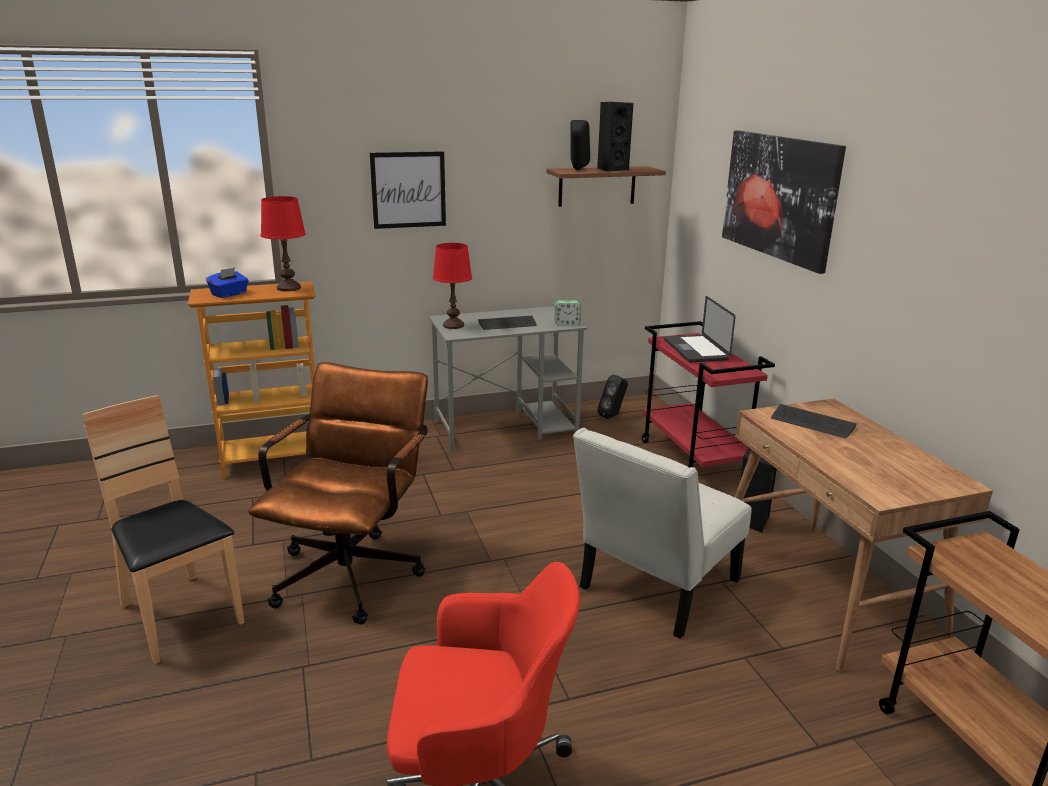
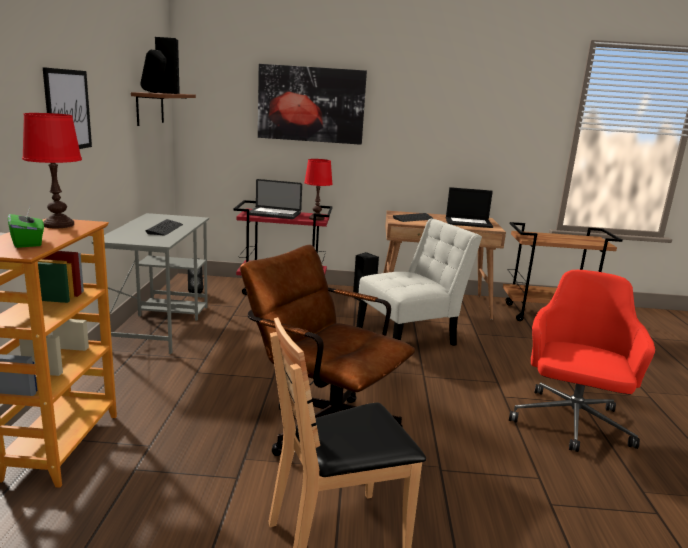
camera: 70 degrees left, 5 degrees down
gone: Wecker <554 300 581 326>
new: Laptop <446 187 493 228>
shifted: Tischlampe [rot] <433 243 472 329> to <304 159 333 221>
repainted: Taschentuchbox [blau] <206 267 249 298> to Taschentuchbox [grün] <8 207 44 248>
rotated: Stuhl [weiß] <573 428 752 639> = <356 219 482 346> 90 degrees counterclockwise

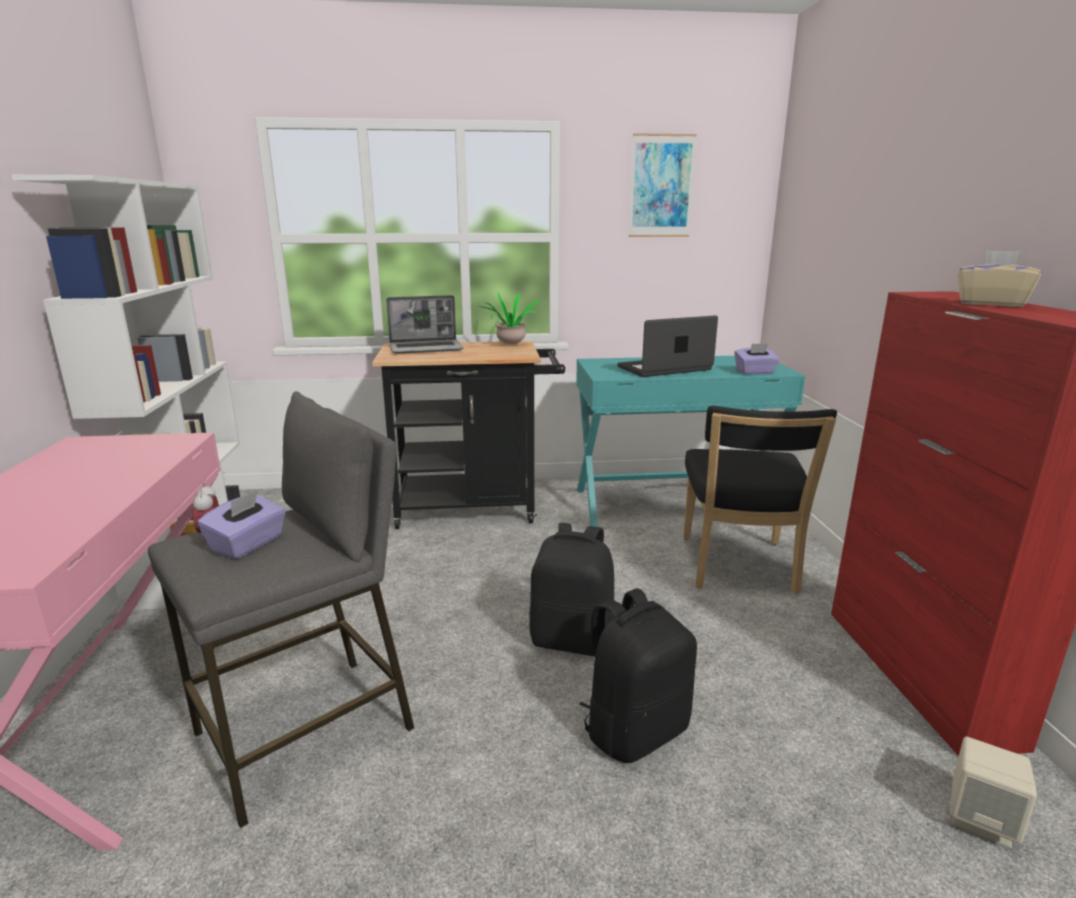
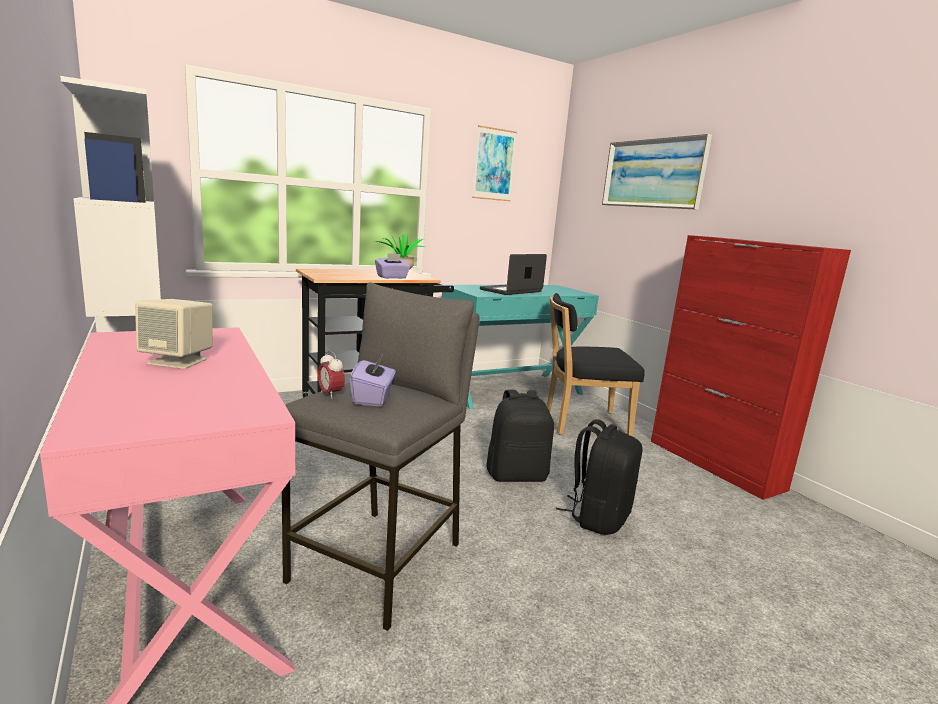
camera: 25 degrees left, 5 degrees down
gone: Taschentuchbox [beige] <958 250 1042 307>; Laptop <386 295 463 354>
new: Bild <602 134 712 210>
shifted: Taschentuchbox [lila] <735 344 780 375> to <375 253 410 278>; Lautsprecher [beige] <950 737 1037 848> to <135 299 213 369>
rotated: Stuhl [schwarz] <683 406 837 594> = <547 293 645 437> 105 degrees clockwise

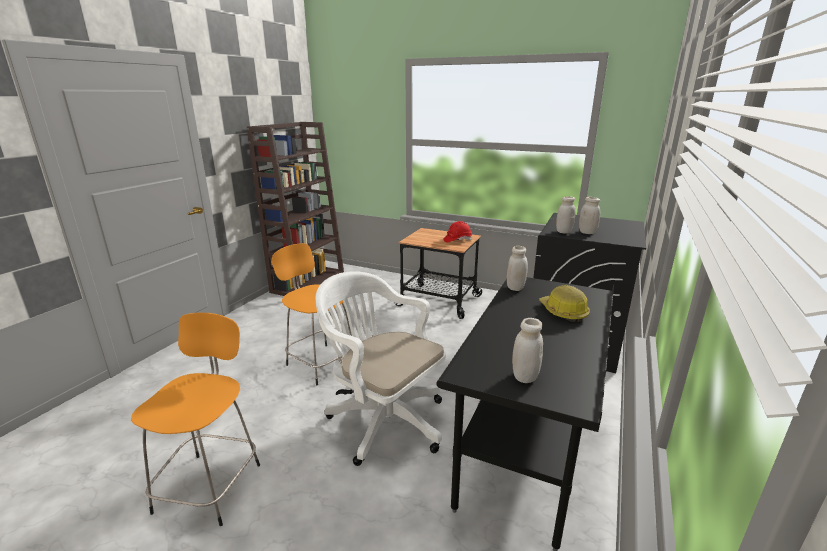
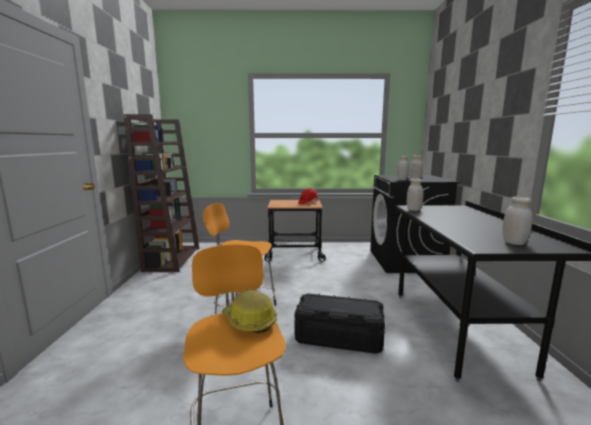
camera: 25 degrees left, 10 degrees down
shifted: Schutzhelm <539 285 590 322> to <222 290 277 333>
swapped: Bürostuhl [weiß] <316 271 446 466> to Aufbewahrungsbox [schwarz] <294 293 385 354>

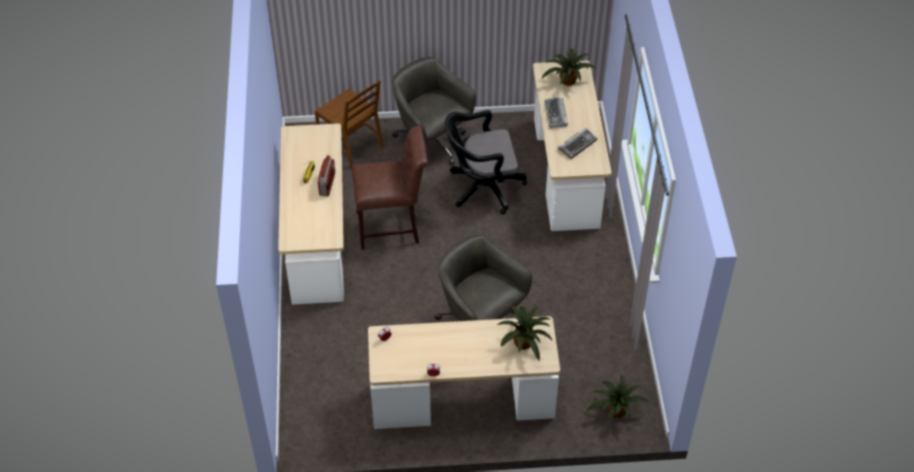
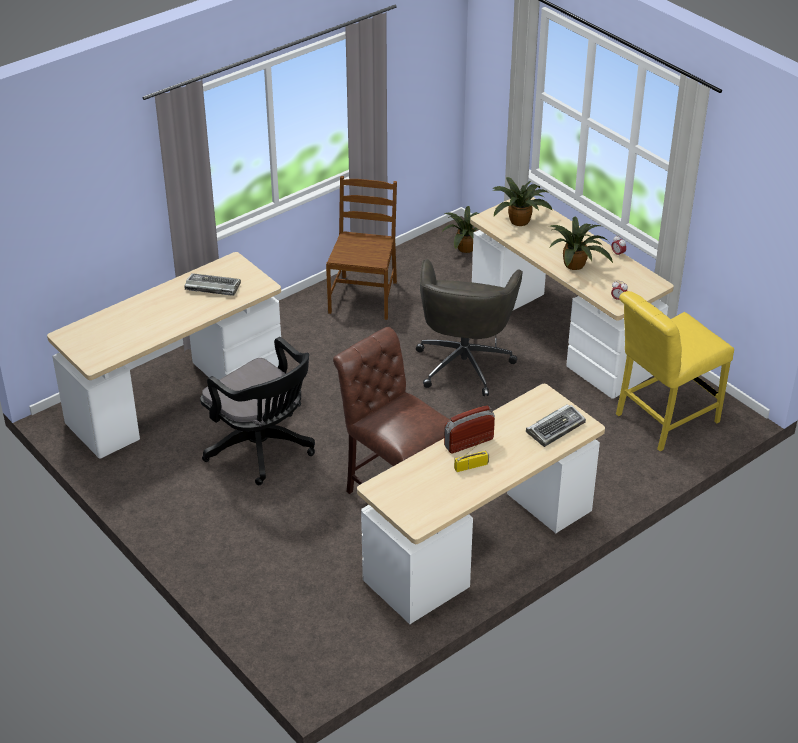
camera: 125 degrees left, 10 degrees down
gone: Bürostuhl [grau] <392 57 476 165>
new: Stuhl [gelb] <616 291 734 451>
shifted: Topfpflanze <542 48 596 86> to <549 217 613 270>; Stuhl [braun] <315 79 384 168> to <326 176 397 320>; Tastatur <545 97 568 128> to <526 404 586 447>

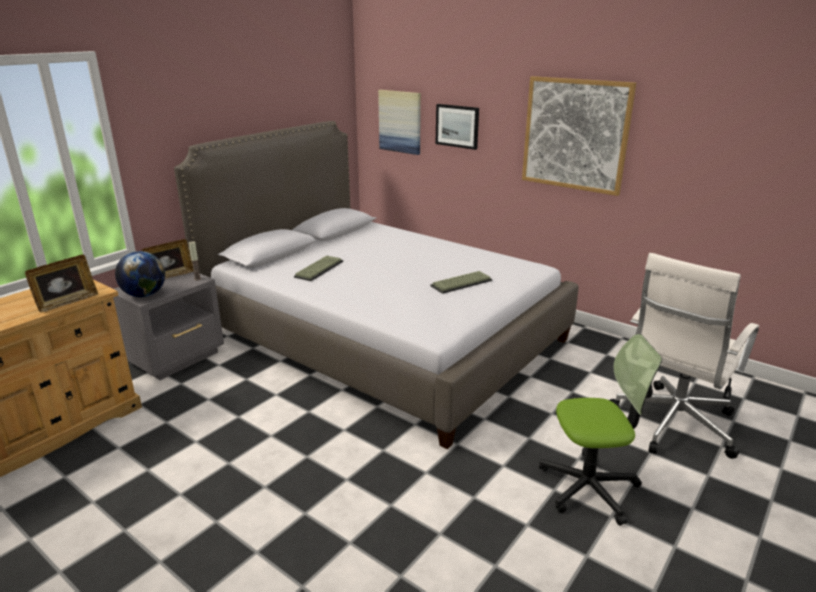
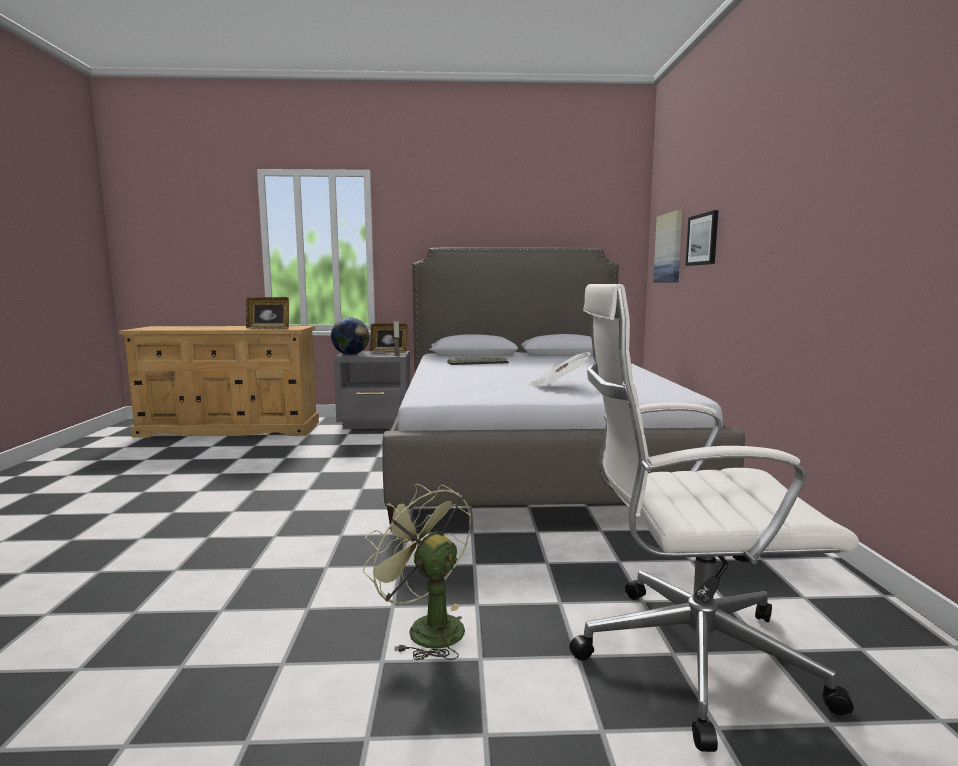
camera: 50 degrees right, 15 degrees down
gone: Bild <522 76 636 196>
swapped: Tastatur <430 271 492 294> to Zeitung <529 352 591 387>; Bürostuhl <539 334 662 526> to Ventilator [grün] <363 484 471 660>

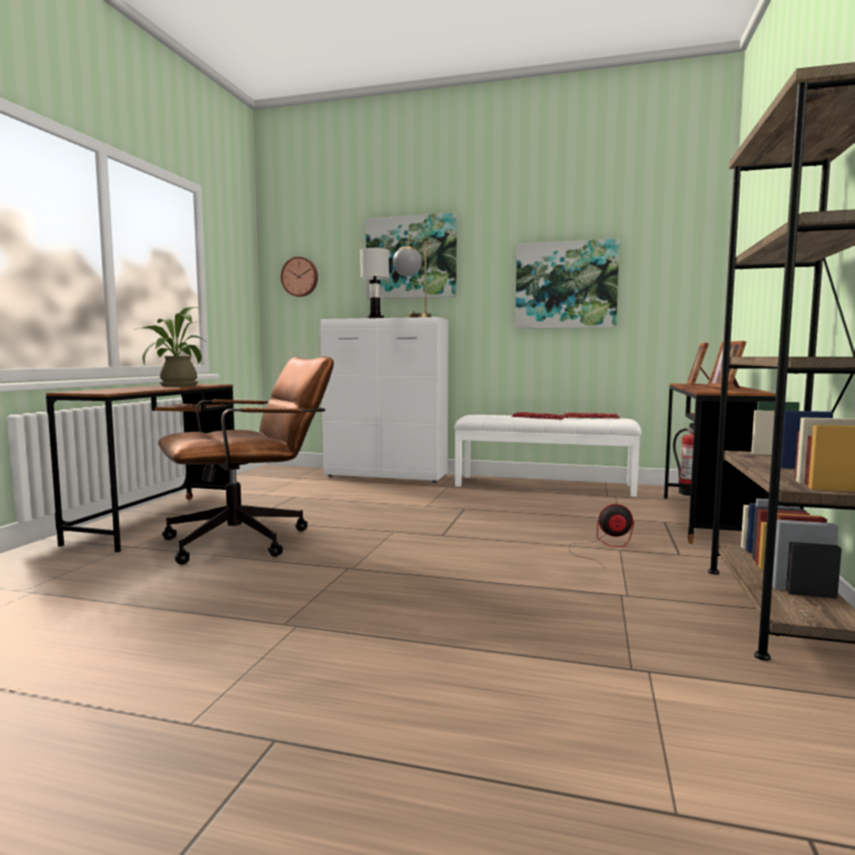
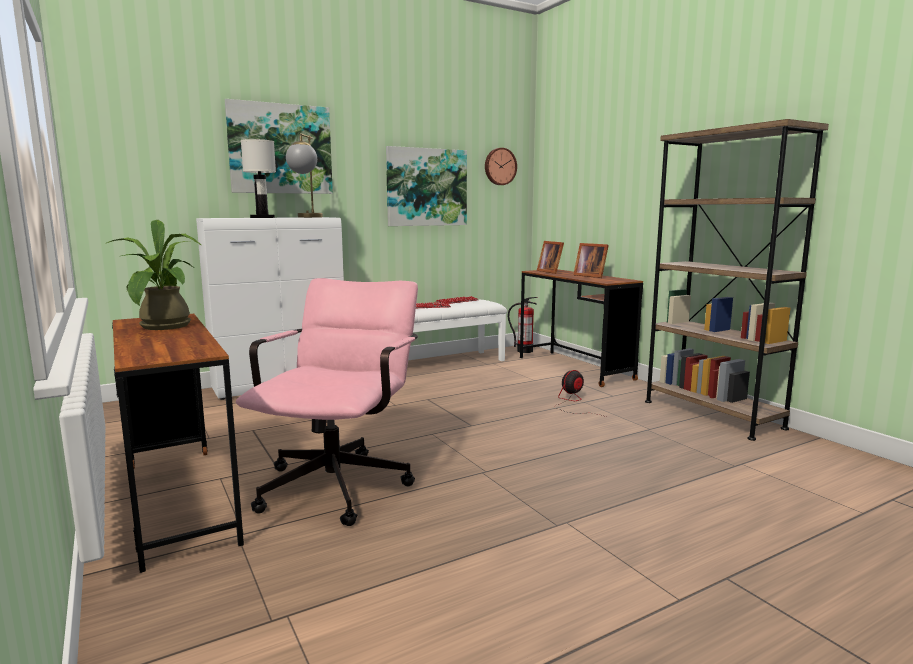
camera: 45 degrees left, 5 degrees up
shifted: Wanduhr <281 257 318 297> to <485 148 517 185>
repainted: Bürostuhl [braun] <158 357 334 565> to Bürostuhl [rosa] <236 278 418 526>

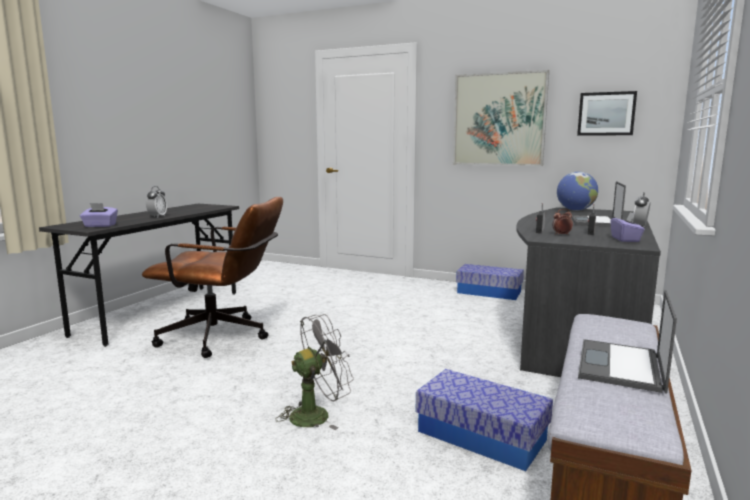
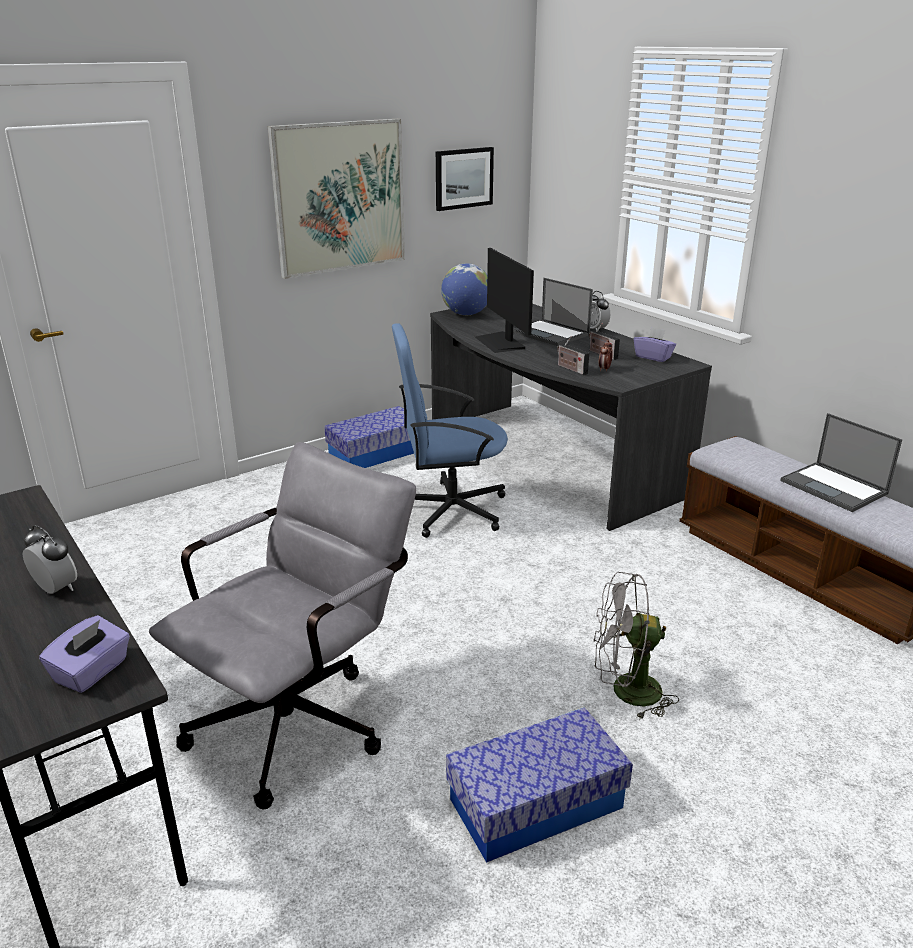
camera: 60 degrees left, 15 degrees up
new: Monitor <475 248 534 353>; Bürostuhl [blau] <392 323 508 538>
shifted: Aufbewahrungsbox <415 369 553 471> to <446 707 633 863>
repainted: Bürostuhl [braun] <142 197 283 358> to Bürostuhl [grau] <149 442 416 810>
rotated: Ventilator [grau] <276 314 354 430> = <593 572 679 720> 90 degrees counterclockwise

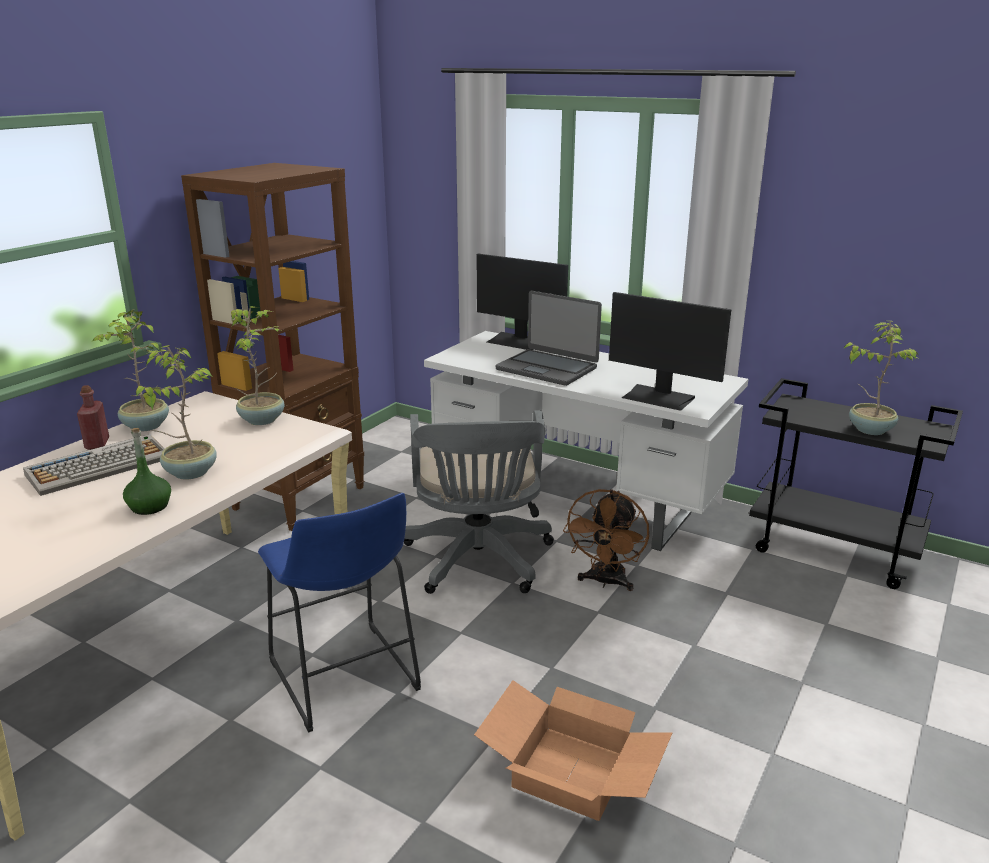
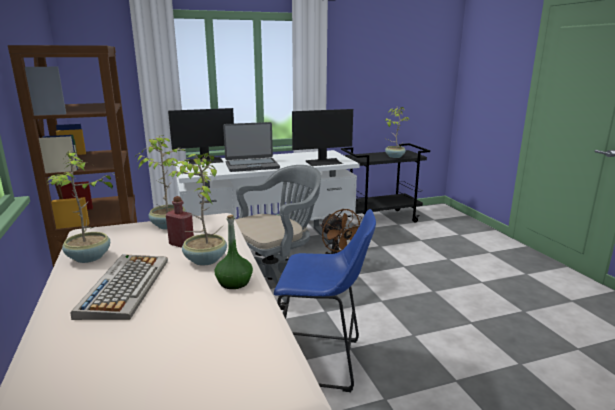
camera: 50 degrees left, 5 degrees down
gone: Karton <474 680 672 821>
shifted: Flasche [rot] <77 385 109 450> to <166 196 194 248>
rotated: Bürostuhl [grau] <404 410 554 594> = <235 165 321 310> 75 degrees counterclockwise

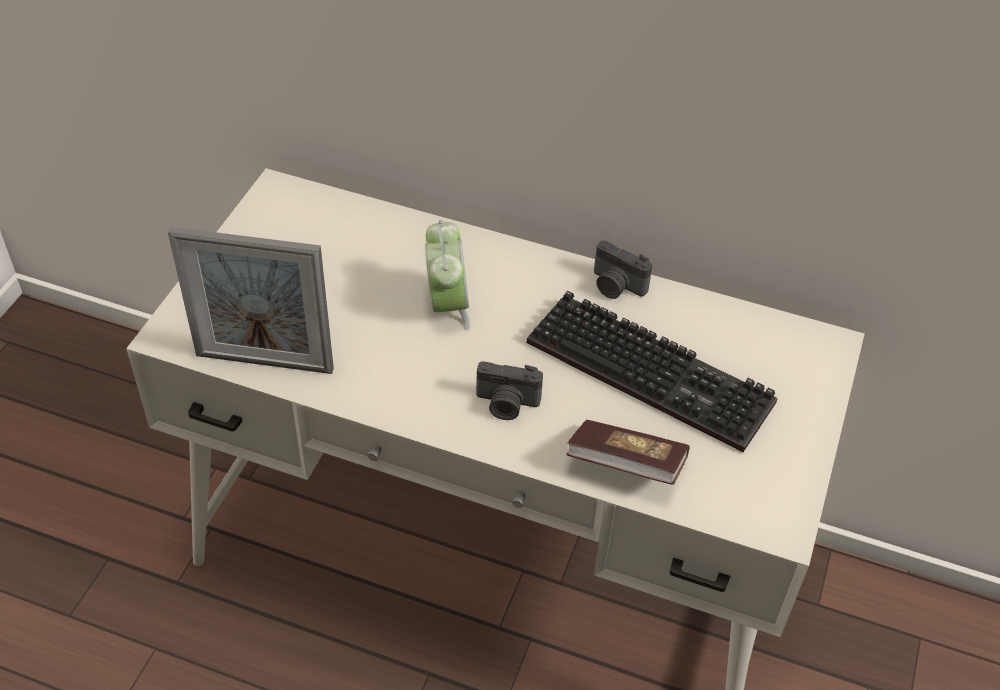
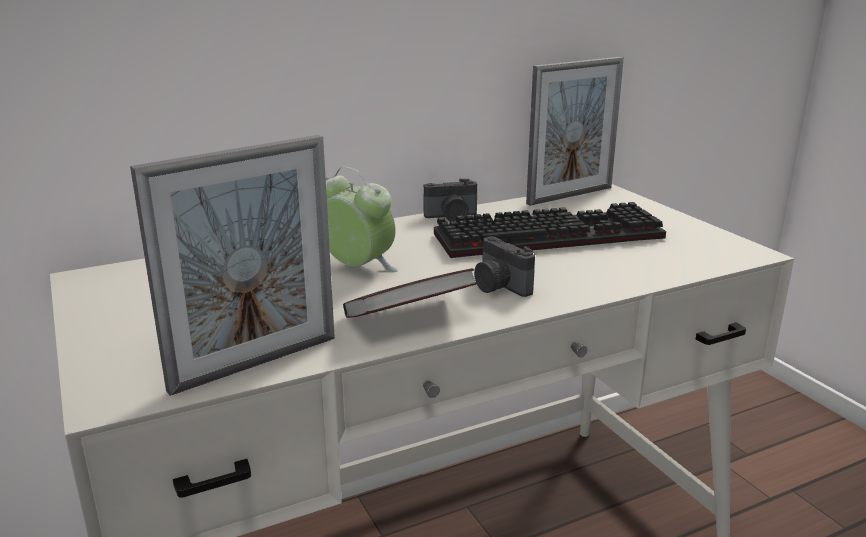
camera: 45 degrees left, 25 degrees down
new: Bilderrahmen <526 57 624 206>
shifted: Buch <567 420 690 485> to <343 268 478 318>
rotated: Kamera <476 361 543 420> = <474 236 535 297> 90 degrees clockwise

